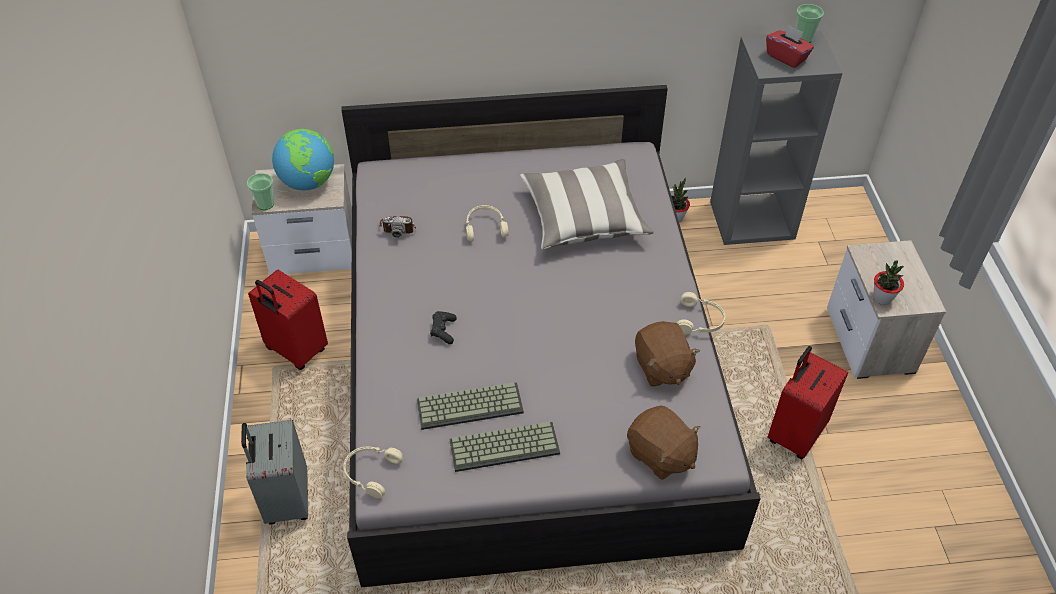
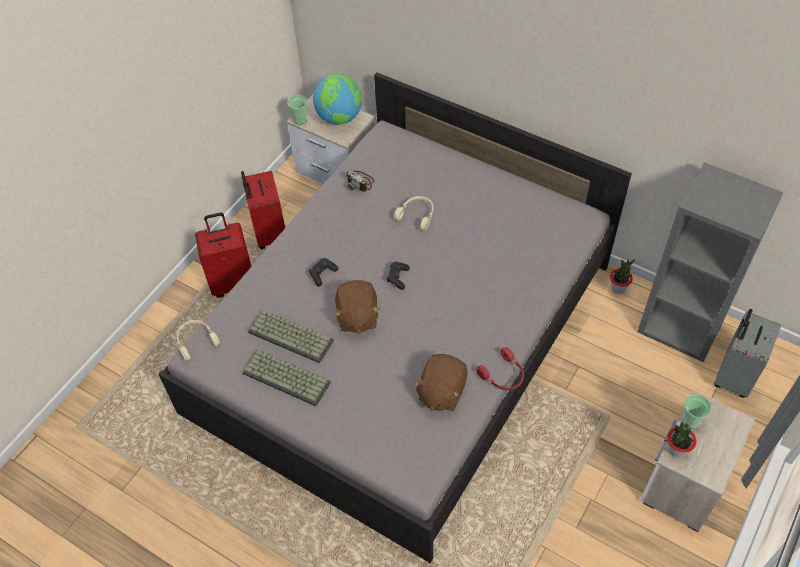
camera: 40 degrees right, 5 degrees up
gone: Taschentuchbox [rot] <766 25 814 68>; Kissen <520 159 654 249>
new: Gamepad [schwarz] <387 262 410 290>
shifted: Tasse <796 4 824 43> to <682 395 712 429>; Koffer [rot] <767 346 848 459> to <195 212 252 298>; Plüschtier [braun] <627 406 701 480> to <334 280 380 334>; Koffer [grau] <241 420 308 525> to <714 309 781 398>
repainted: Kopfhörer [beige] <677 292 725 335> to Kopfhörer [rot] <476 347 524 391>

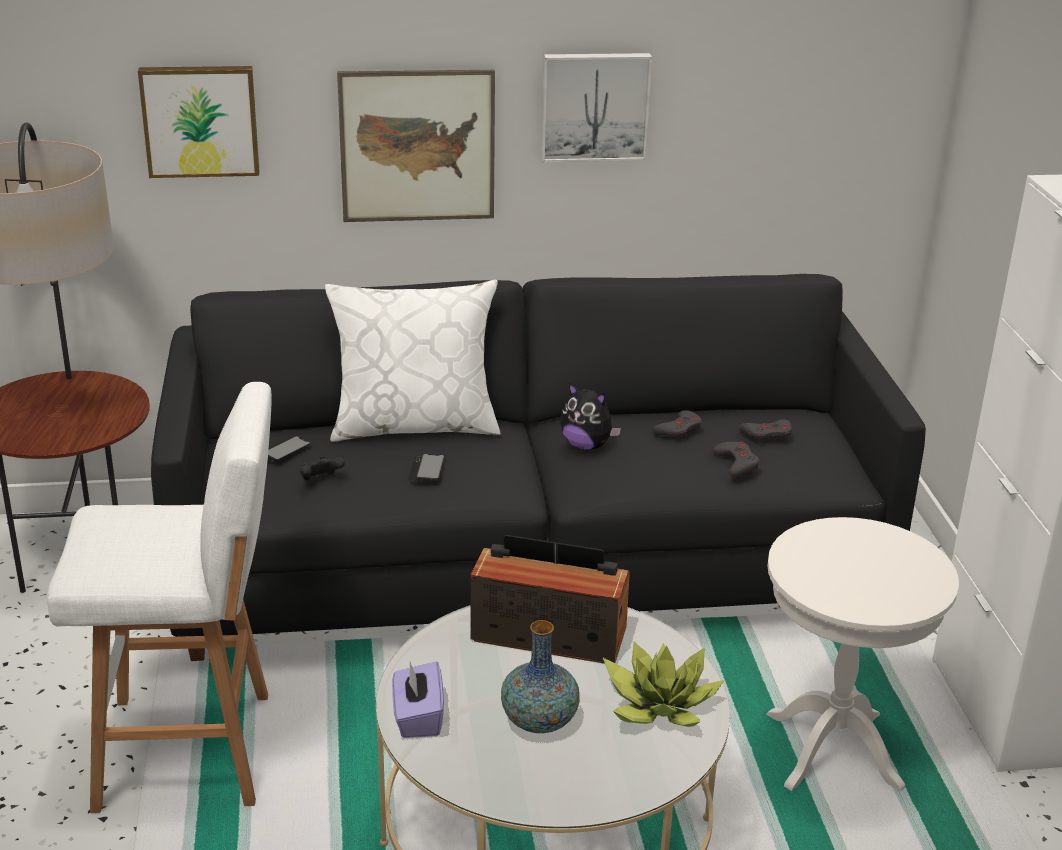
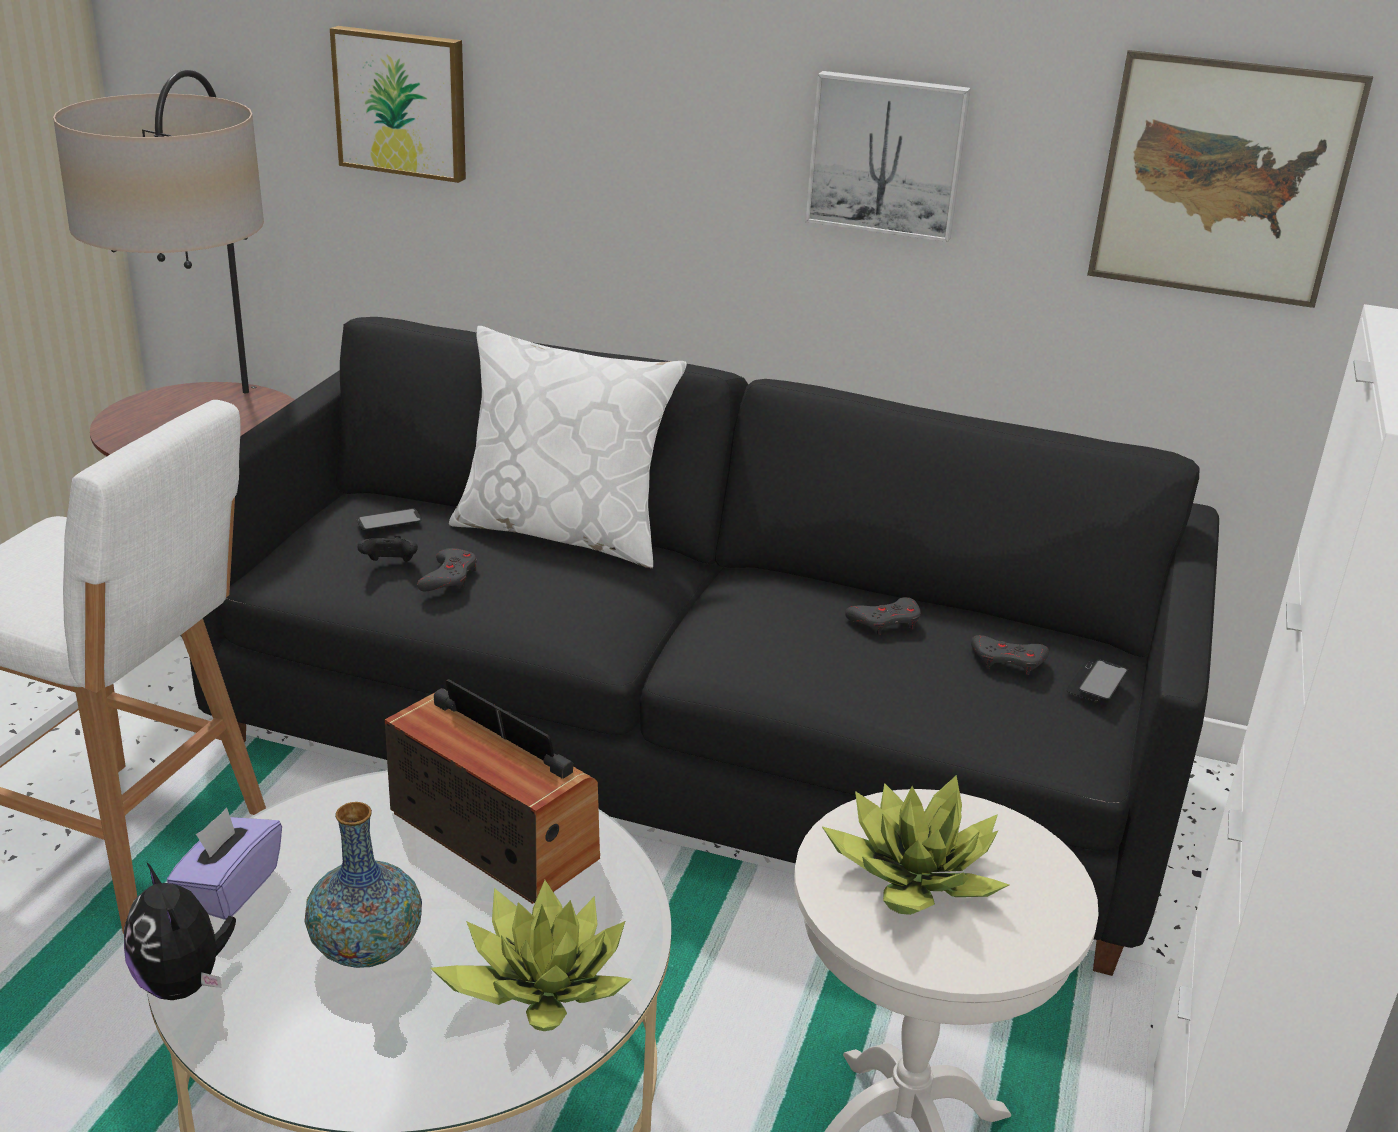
camera: 25 degrees right, 0 degrees up
new: Topfpflanze <822 775 1009 915>
shifted: Bild <337 70 495 222> to <1087 50 1373 308>; Plüschtier <560 382 621 450> to <124 863 236 1000>; Gamepad [grau] <713 442 759 477> to <417 548 477 591>; Handy <408 453 445 483> to <1066 660 1128 701>

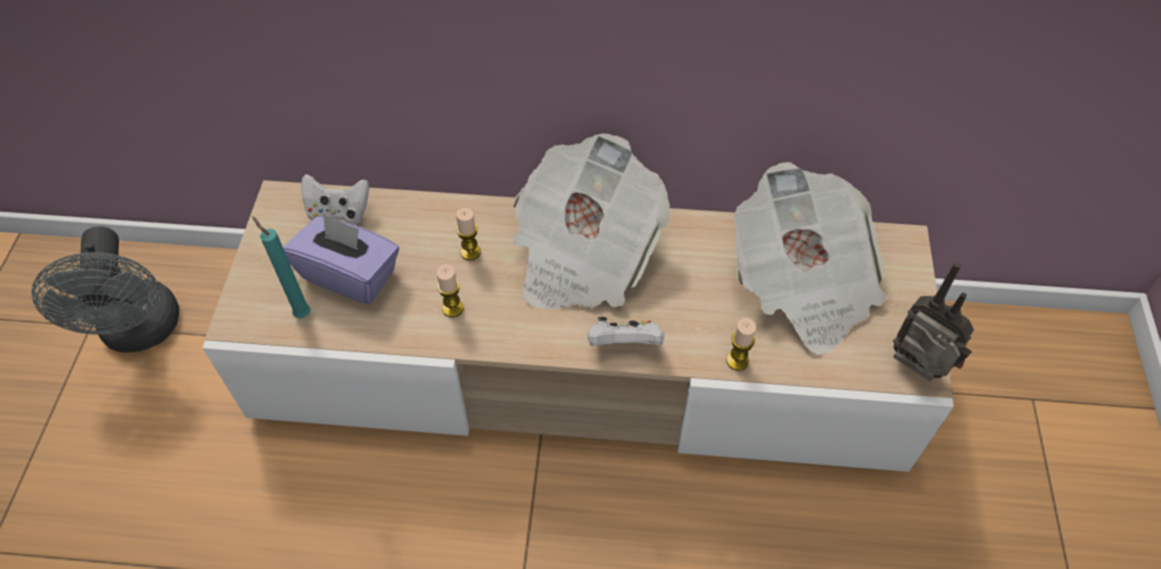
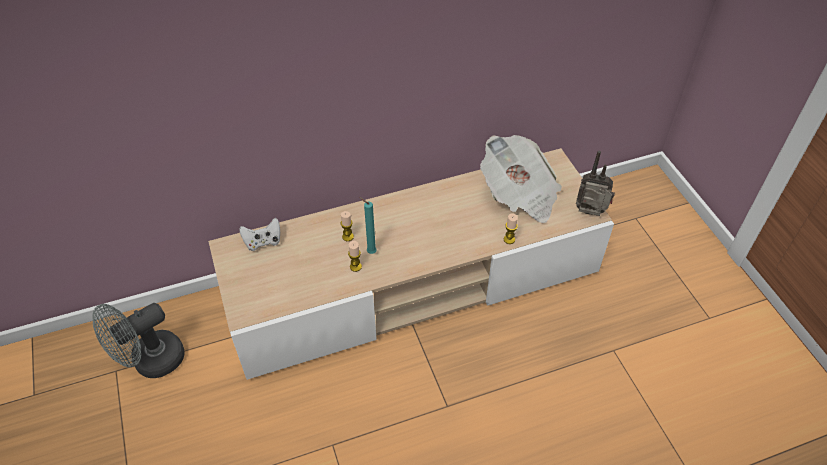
camera: 25 degrees left, 5 degrees down
gone: Zeitung <513 133 670 309>; Taschentuchbox [lila] <283 213 399 304>; Gamepad [weiß] <588 317 664 346>
shifted: Kerze [türkis] <252 216 311 318> to <359 197 377 254>
rotated: Ventilator [grau] <31 226 179 353> = <92 303 185 378> 90 degrees clockwise

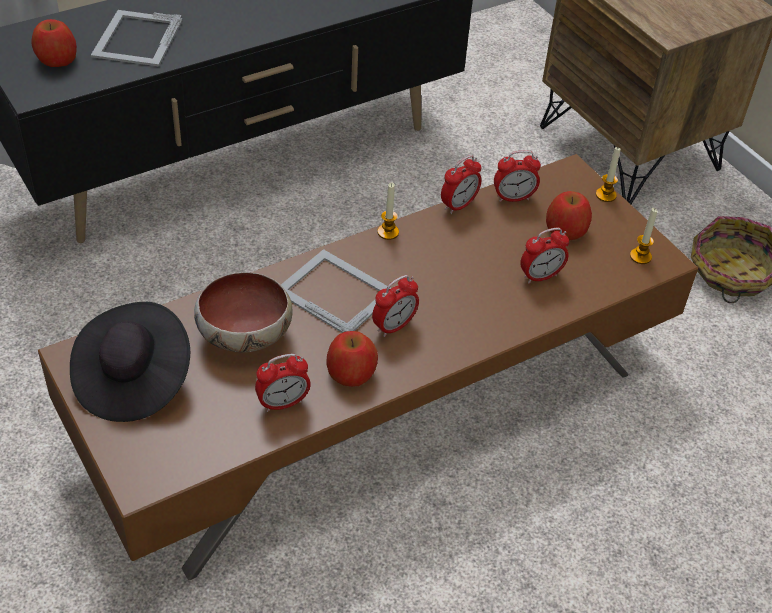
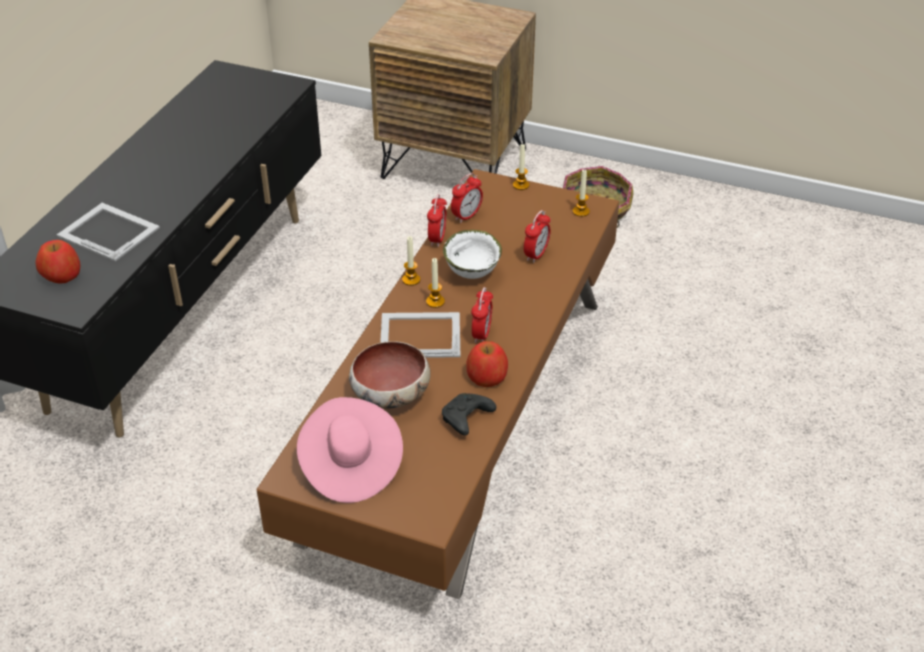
camera: 35 degrees left, 5 degrees down
gone: Apfel <546 191 592 240>
new: Schüssel [weiß] <443 230 502 279>; Kerze <426 258 445 308>
swapped: Wecker <255 354 311 412> to Gamepad [schwarz] <442 393 496 436>
repainted: Hut [schwarz] <70 302 190 422> to Hut [rosa] <297 397 403 503>
rotated: Bilderrahmen <91 10 183 66> = <57 203 160 261> 150 degrees clockwise

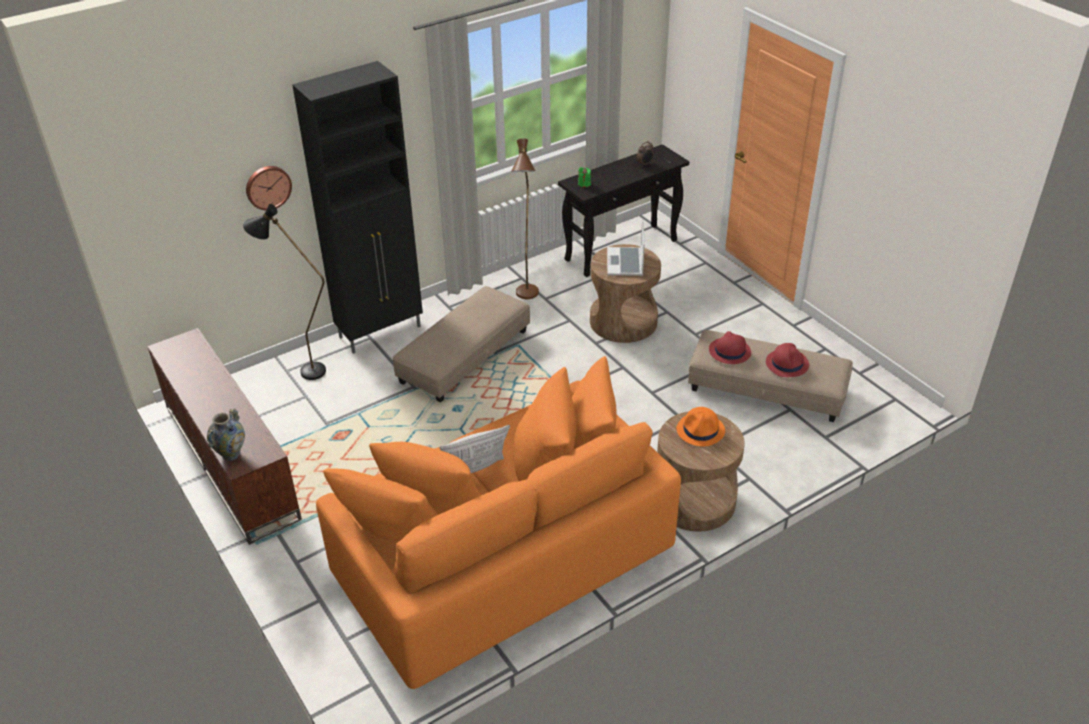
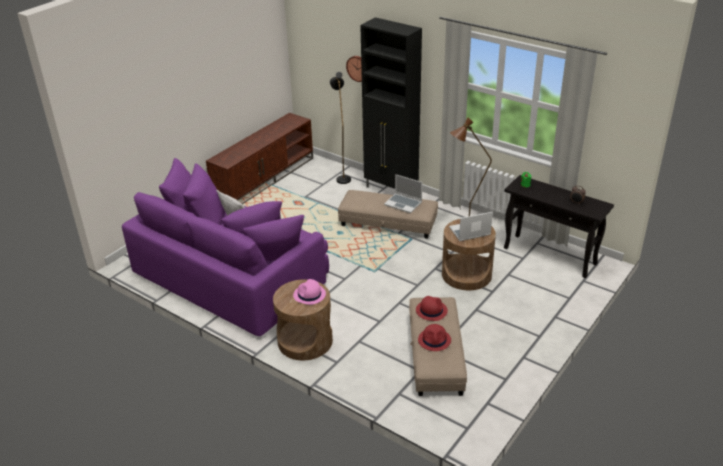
camera: 70 degrees right, 5 degrees down
gone: Vase <207 408 245 461>
new: Laptop <384 174 422 213>
repainted: Sofa [orange] <316 356 681 689> to Sofa [lila] <122 158 329 336>; Hut [orange] <676 407 725 446> to Hut [rosa] <293 279 326 305>

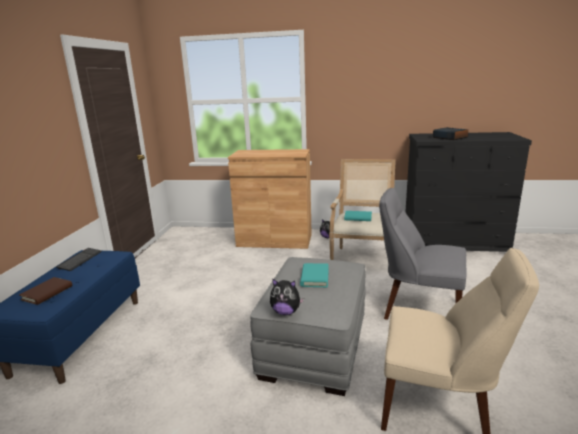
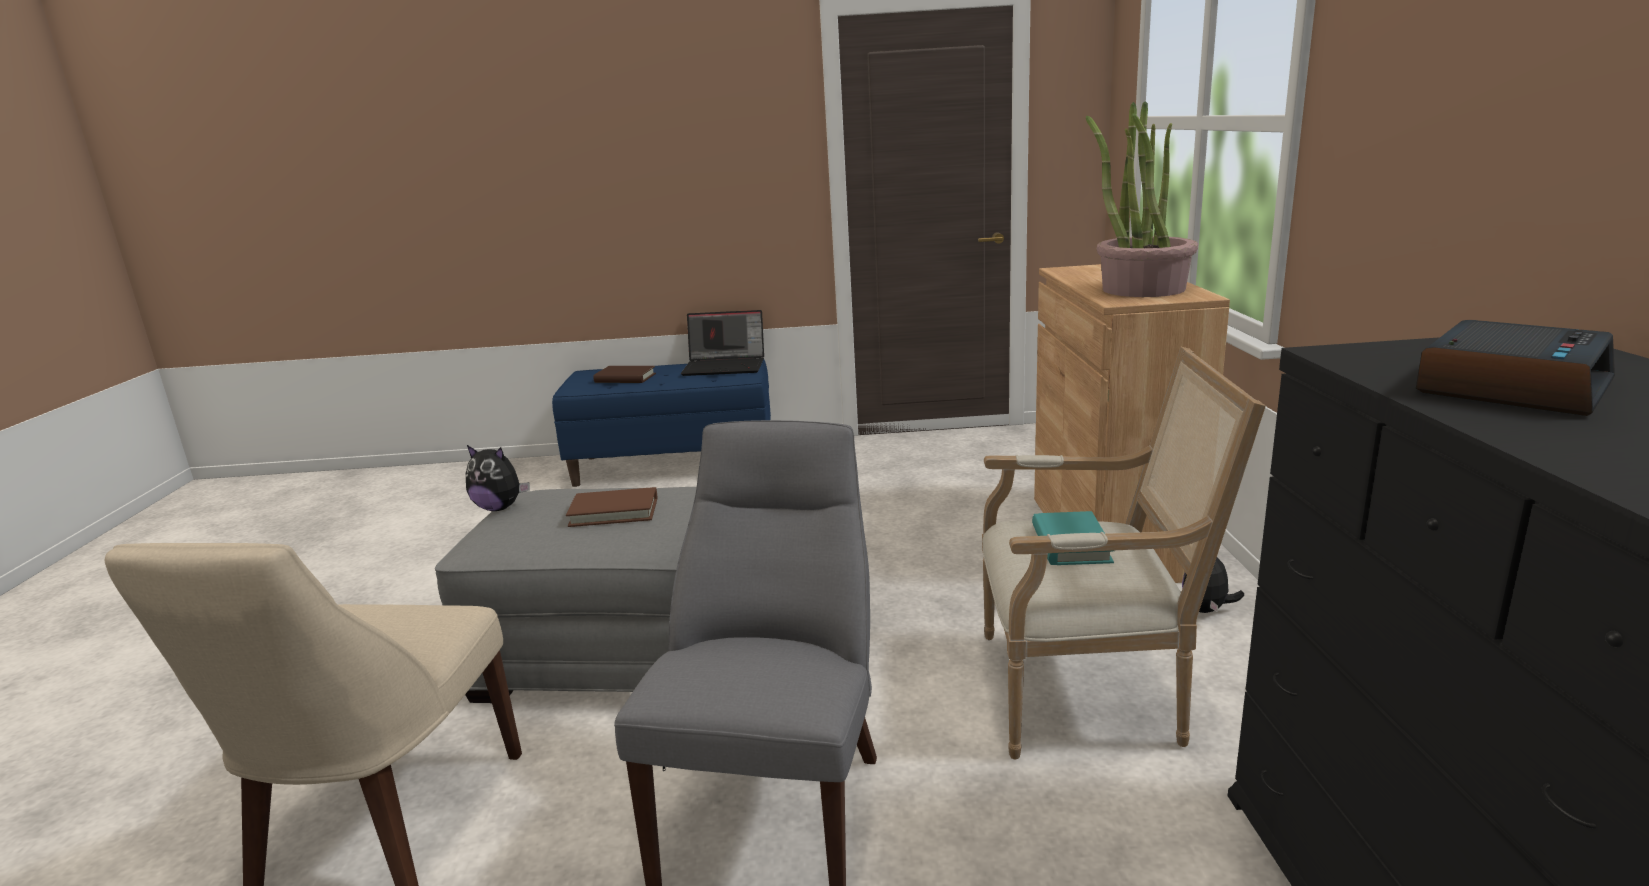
camera: 80 degrees right, 0 degrees up
new: Topfpflanze <1086 101 1198 297>
swapped: Tastatur <56 248 102 271> to Laptop <681 310 764 376>
repainted: Buch [türkis] <300 263 329 287> to Buch [braun] <566 487 658 527>
rotated: Plüschtier <270 279 304 315> = <466 445 530 511> 75 degrees counterclockwise

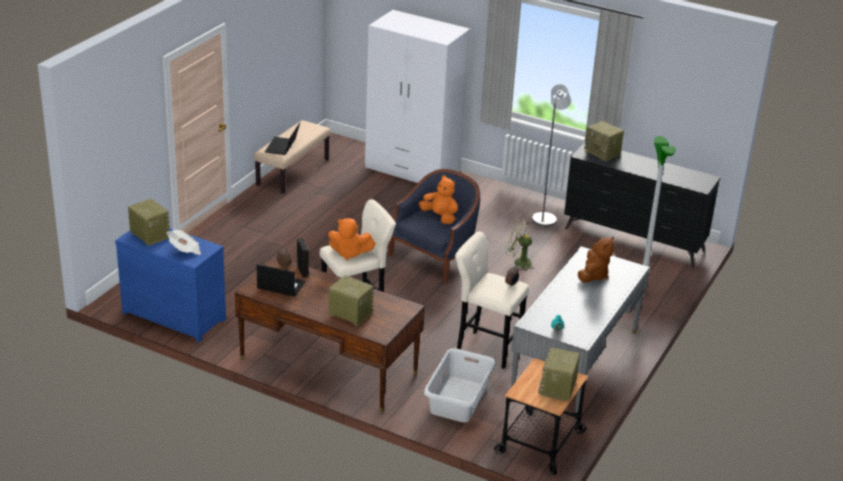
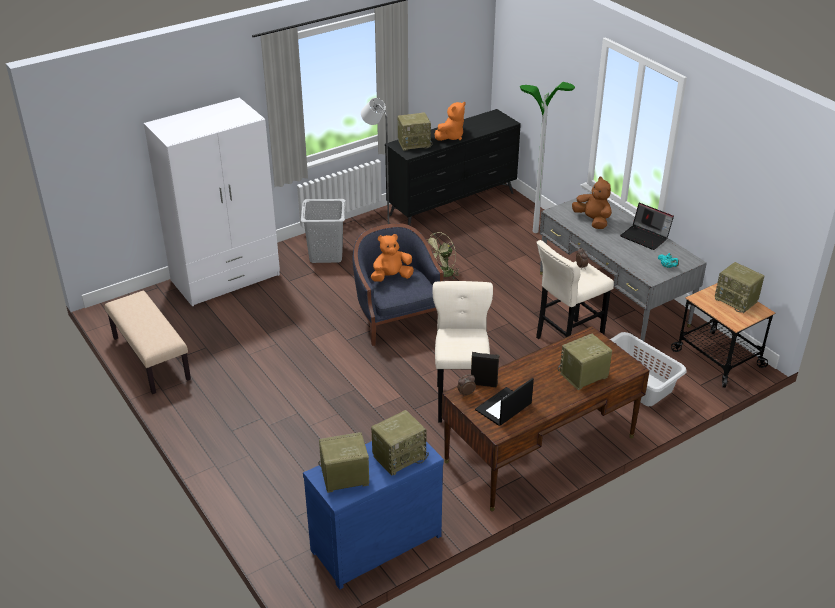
camera: 60 degrees left, 5 degrees up
new: Wäschekorb [grau] <301 199 346 263>
shifted: Laptop <265 122 300 155> to <620 203 674 250>; Plüschtier [orange] <328 218 376 261> to <435 102 465 141>
swapped: Zeitung <167 230 201 255> to Radio <371 410 429 476>

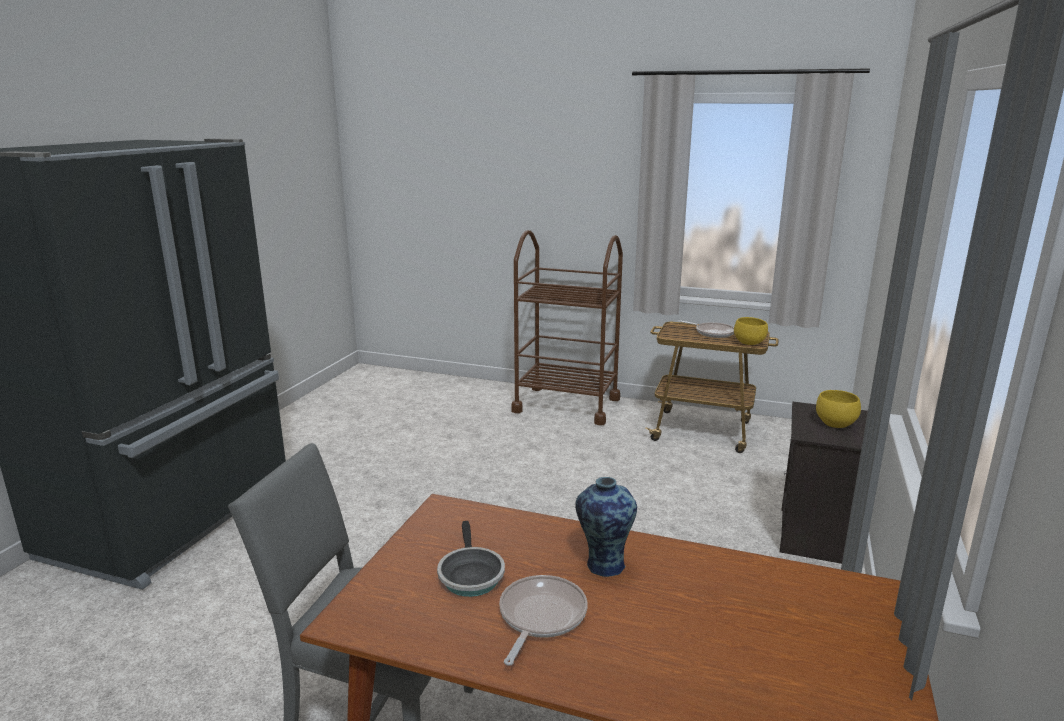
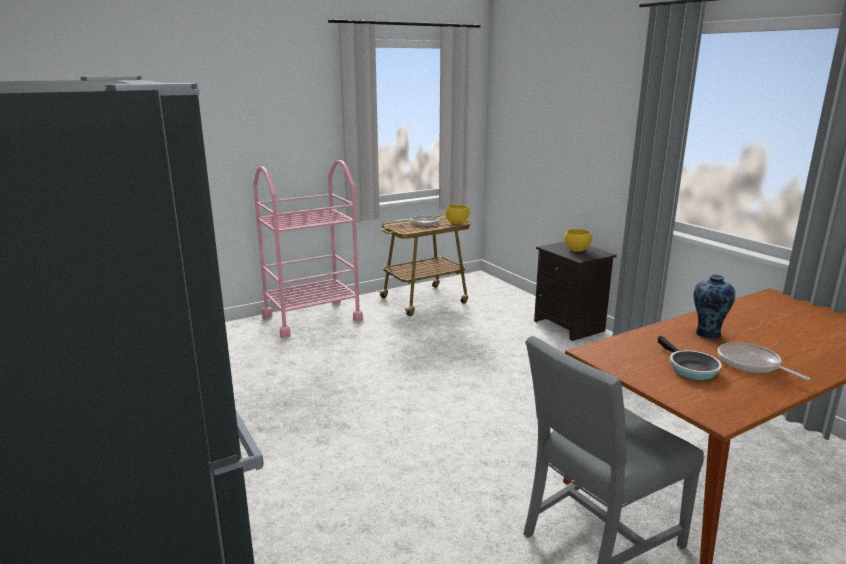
camera: 50 degrees left, 0 degrees up
repainted: Rollwagen [braun] <511 230 623 425> to Rollwagen [rosa] <253 160 363 338>
rotated: Pfanne <437 521 505 597> = <658 336 722 380> 45 degrees clockwise

